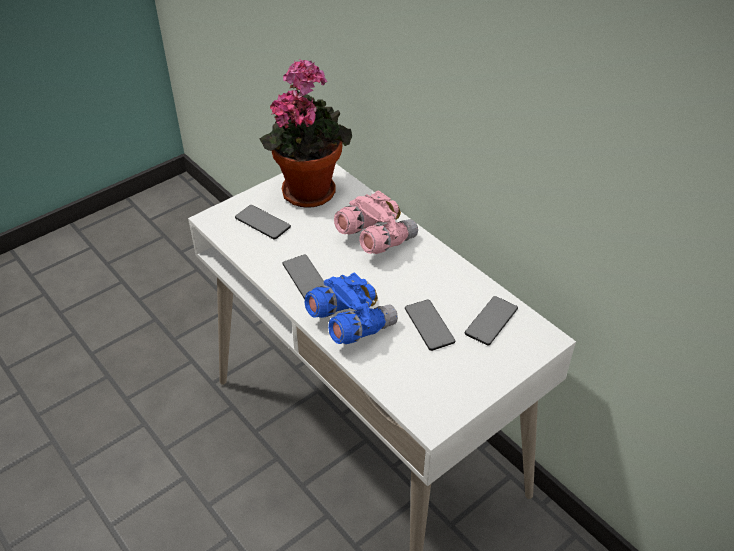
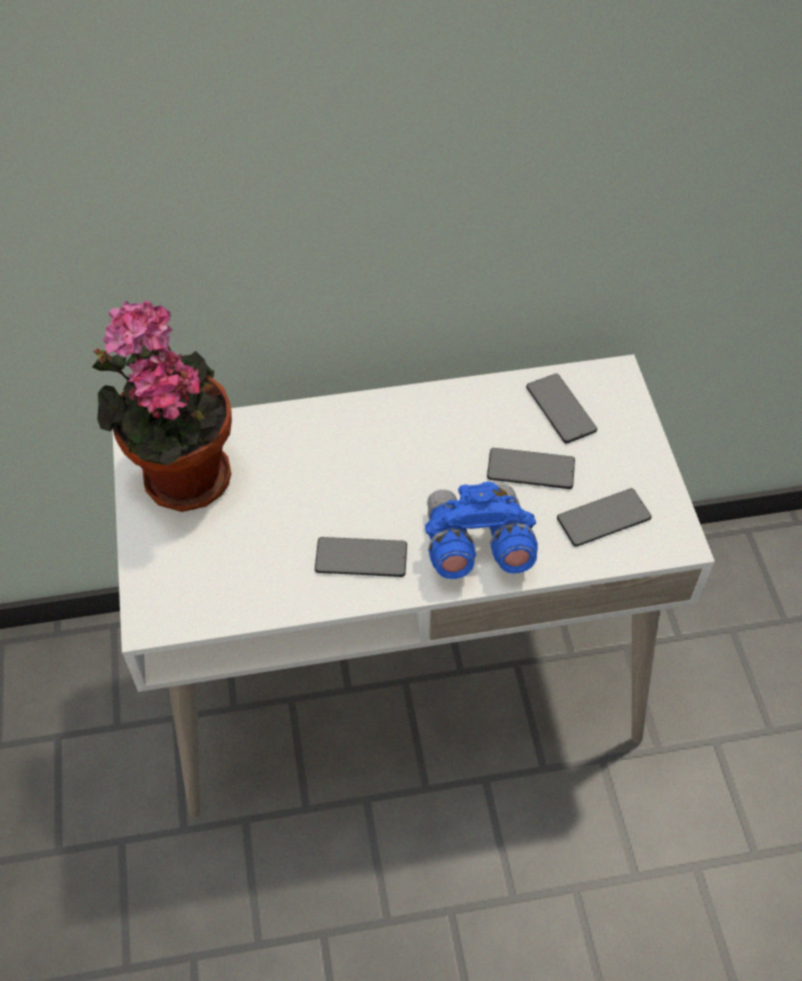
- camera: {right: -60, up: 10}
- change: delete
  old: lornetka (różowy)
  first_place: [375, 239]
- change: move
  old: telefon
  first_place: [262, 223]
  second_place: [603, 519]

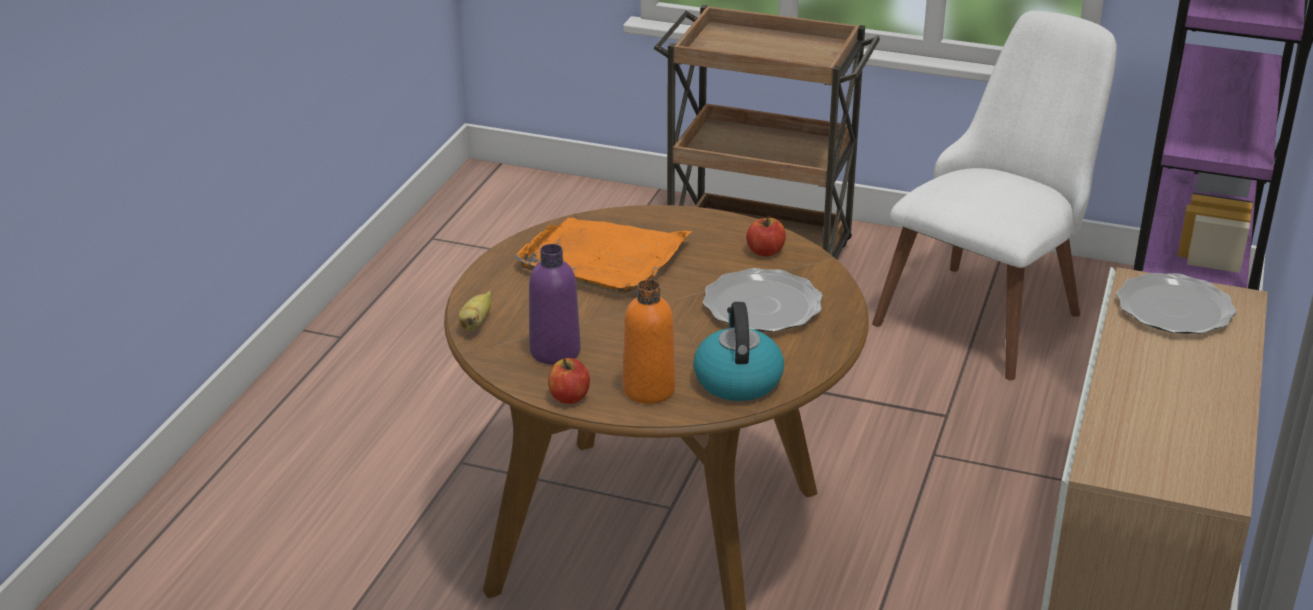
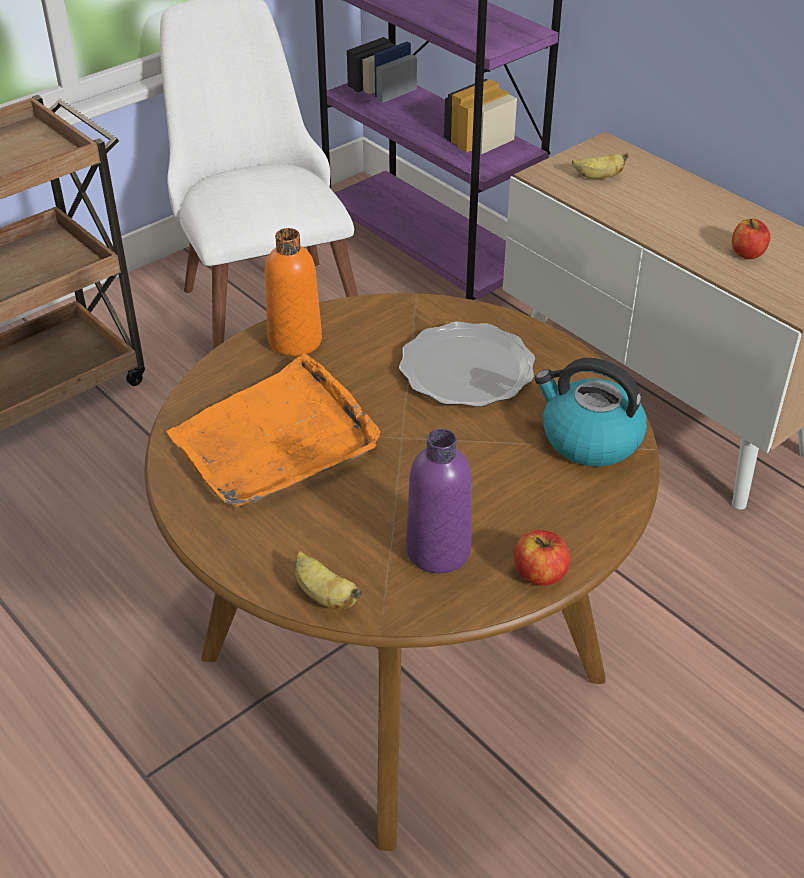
- camera: {right: -60, up: 10}
- change: move
  old: jabłko
  first_place: [765, 251]
  second_place: [747, 253]
- change: replace
  old: talerz
  new: banan
  first_place: [1175, 309]
  second_place: [598, 177]
- change: move
  old: butelka (pomarańczowy)
  first_place: [649, 390]
  second_place: [295, 341]

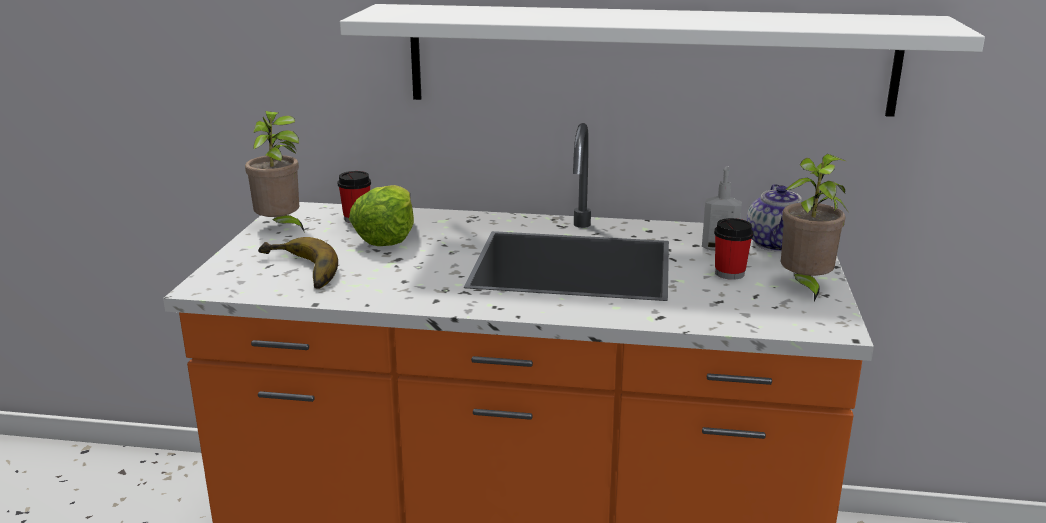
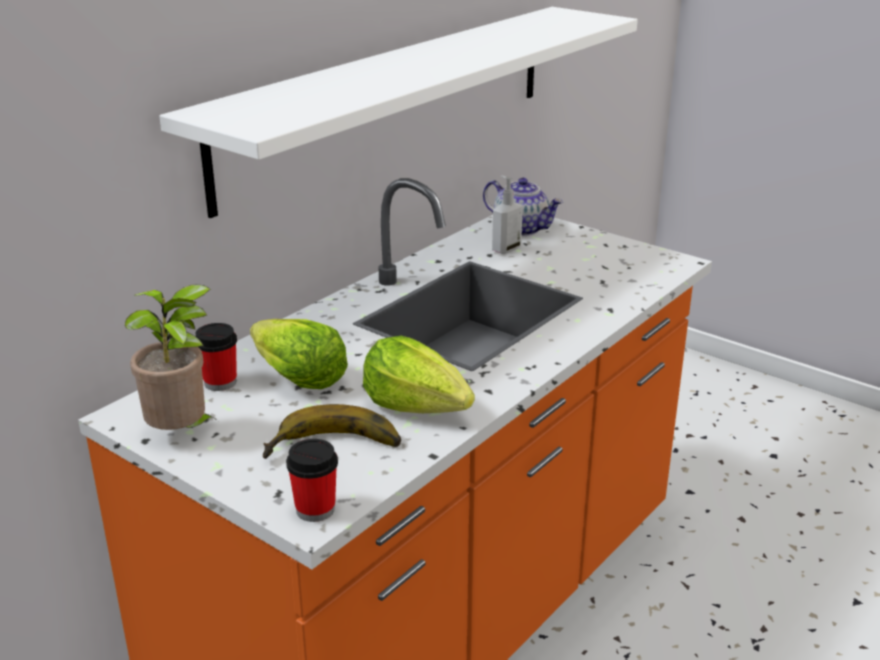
- camera: {right: -60, up: 5}
- change: delete
  old: roślina doniczkowa
  first_place: [804, 287]
- change: move
  old: filiżanka
  first_place: [729, 273]
  second_place: [315, 509]
- change: insert
  new: sałata
  second_place: [417, 406]

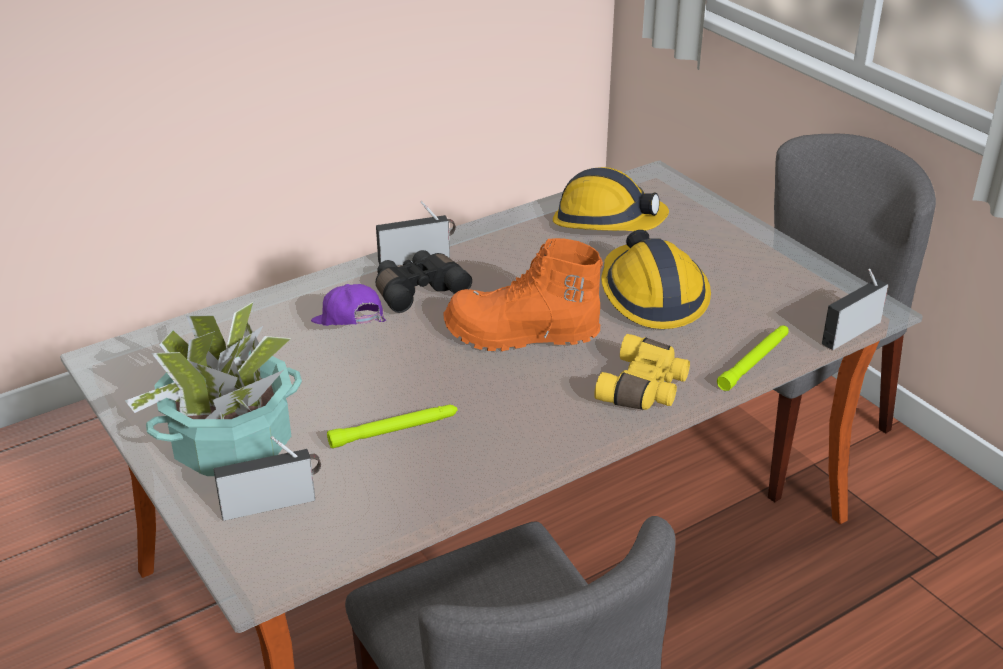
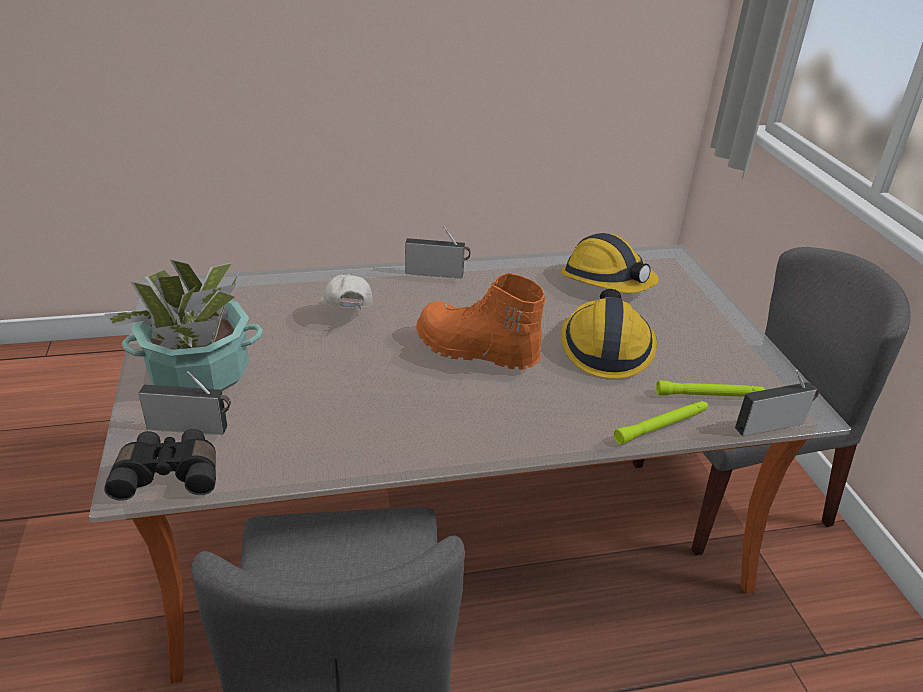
- camera: {right: 20, up: 0}
- change: move
  old: lornetka (czarny)
  first_place: [418, 290]
  second_place: [169, 474]
- change: recolor
  old: czapka z daszkiem (fioletowy)
  new: czapka z daszkiem (biały)
  first_place: [350, 333]
  second_place: [347, 315]
- change: delete
  old: lornetka (żółty)
  first_place: [645, 388]
- change: move
  old: latarka (zielony)
  first_place: [394, 430]
  second_place: [710, 395]

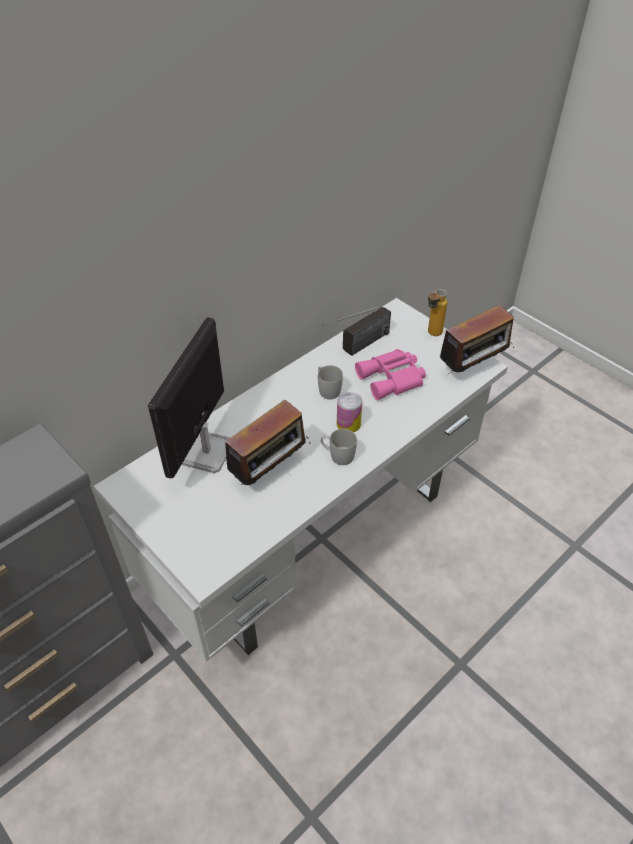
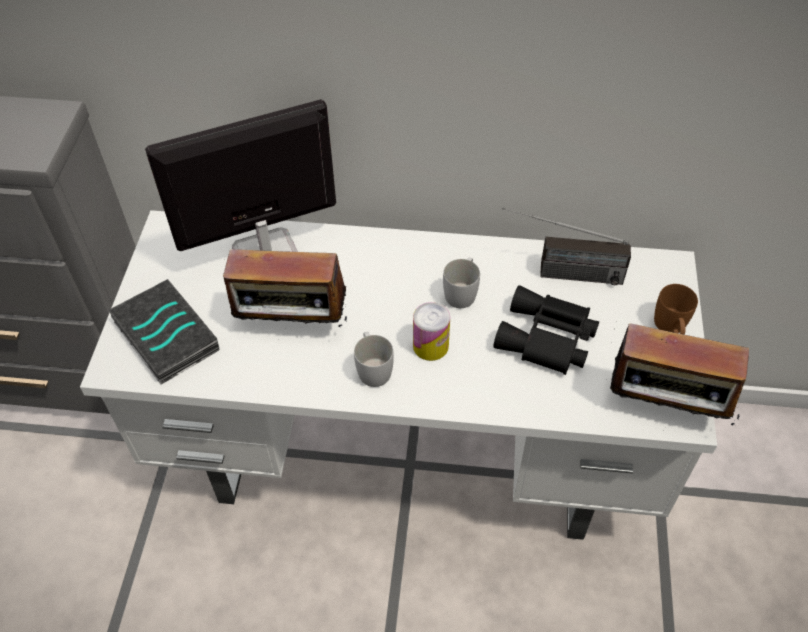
- camera: {right: 50, up: 5}
- change: replace
  old: butelka
  new: kubek (brązowy)
  first_place: [431, 335]
  second_place: [671, 328]
- change: recolor
  old: lornetka (różowy)
  new: lornetka (czarny)
  first_place: [392, 379]
  second_place: [547, 340]
- change: insert
  new: książka
  second_place: [164, 336]

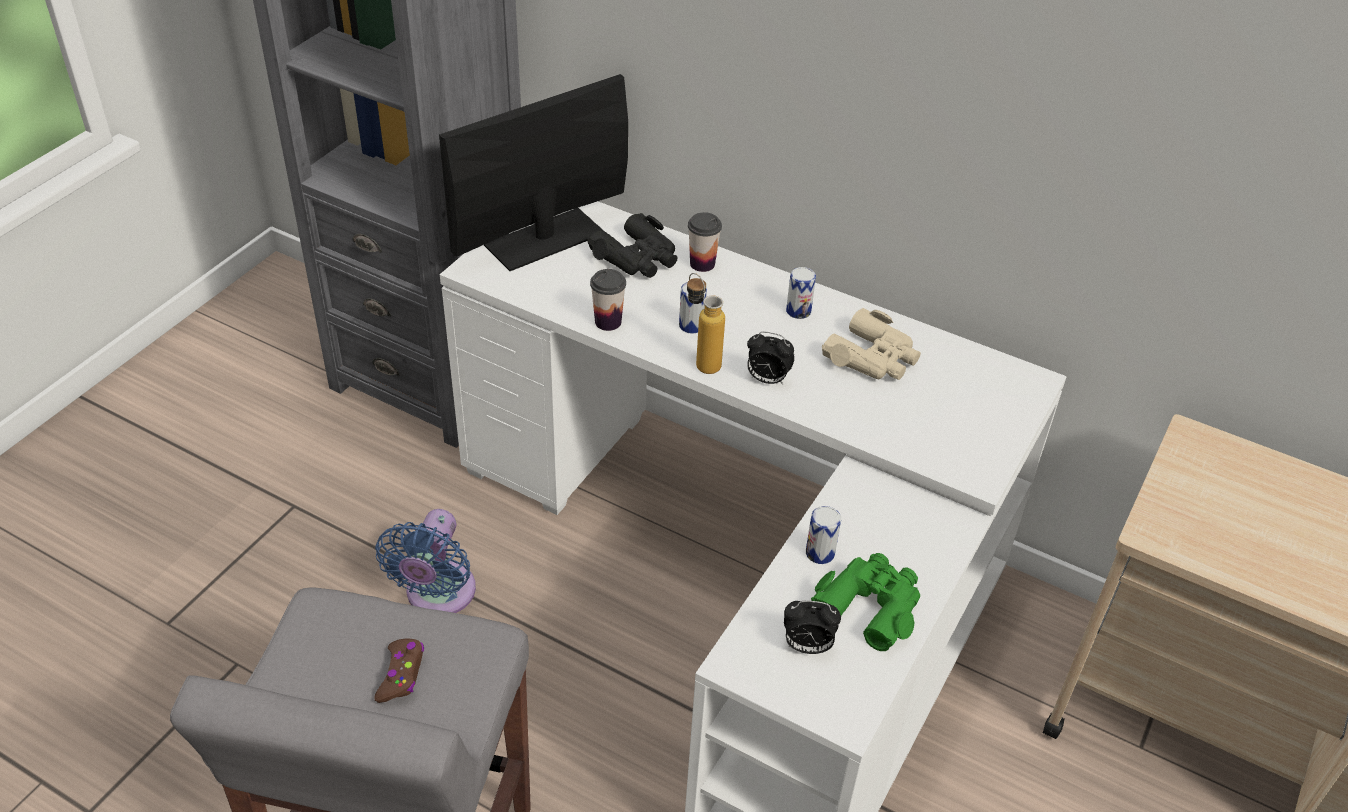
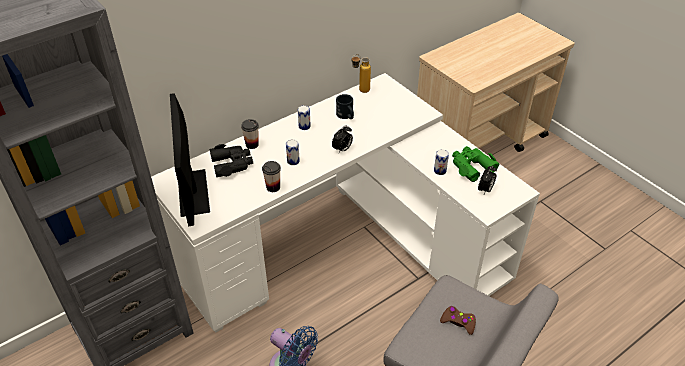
- camera: {right: -65, up: 0}
- change: move
  old: butelka
  first_place: [701, 361]
  second_place: [360, 91]
- change: replace
  old: lornetka (beżowy)
  new: kubek (czarny)
  first_place: [872, 357]
  second_place: [346, 116]

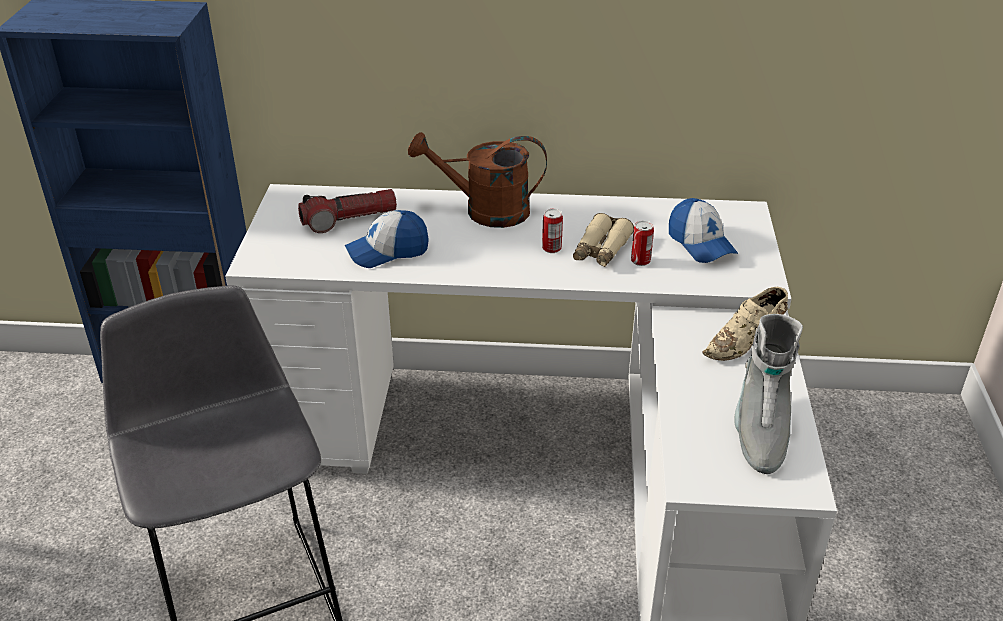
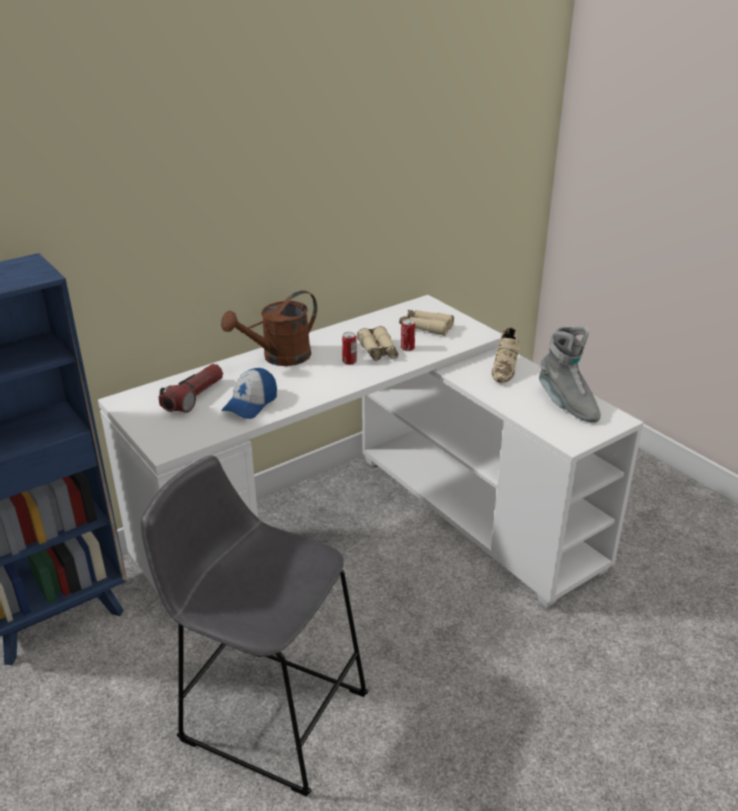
- camera: {right: -40, up: -5}
- change: replace
  old: czapka z daszkiem
  new: lornetka (beżowy)
  first_place: [701, 243]
  second_place: [426, 327]

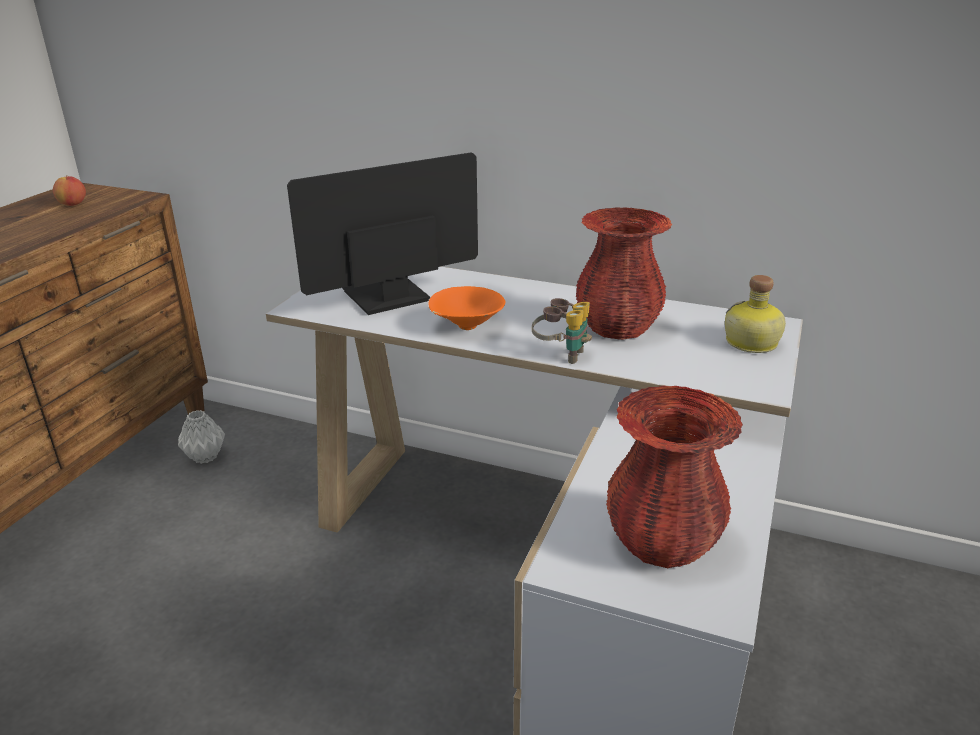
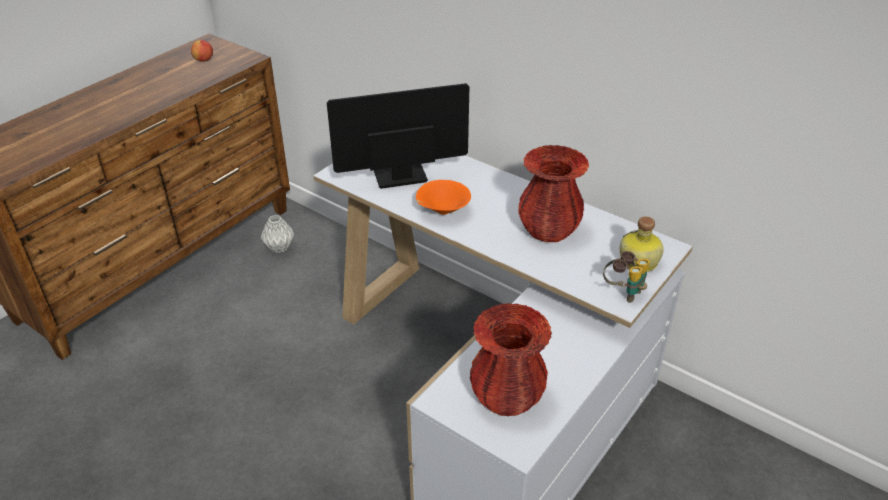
- camera: {right: 15, up: 10}
- change: move
  old: lornetka
  first_place: [561, 354]
  second_place: [623, 291]

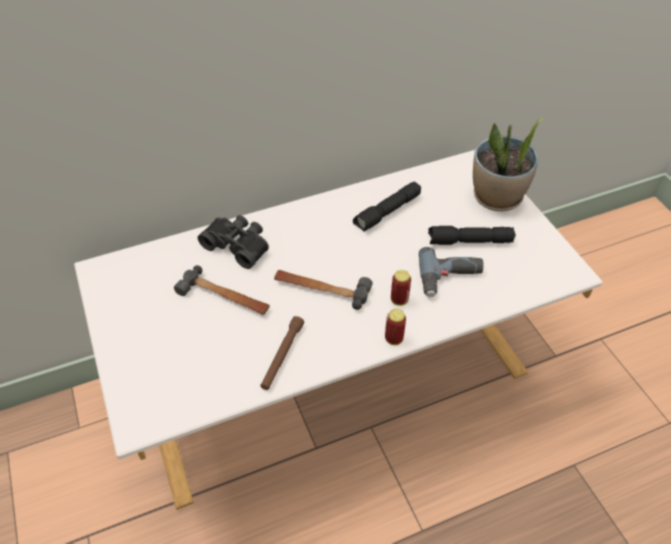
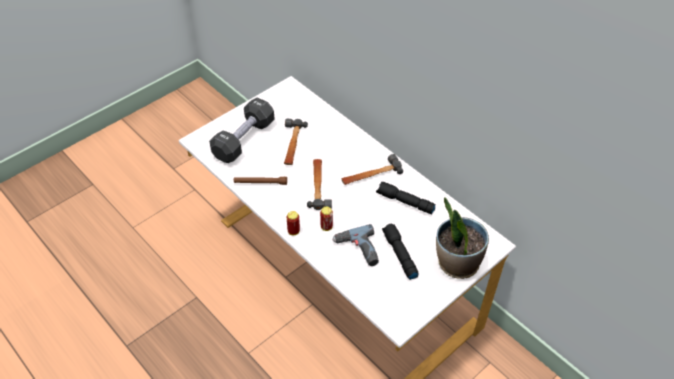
- camera: {right: 70, up: 0}
- change: delete
  old: lornetka (czarny)
  first_place: [238, 245]
- change: insert
  new: hantel (czarny)
  second_place: [244, 140]
- change: insert
  new: młotek
  second_place: [371, 175]

